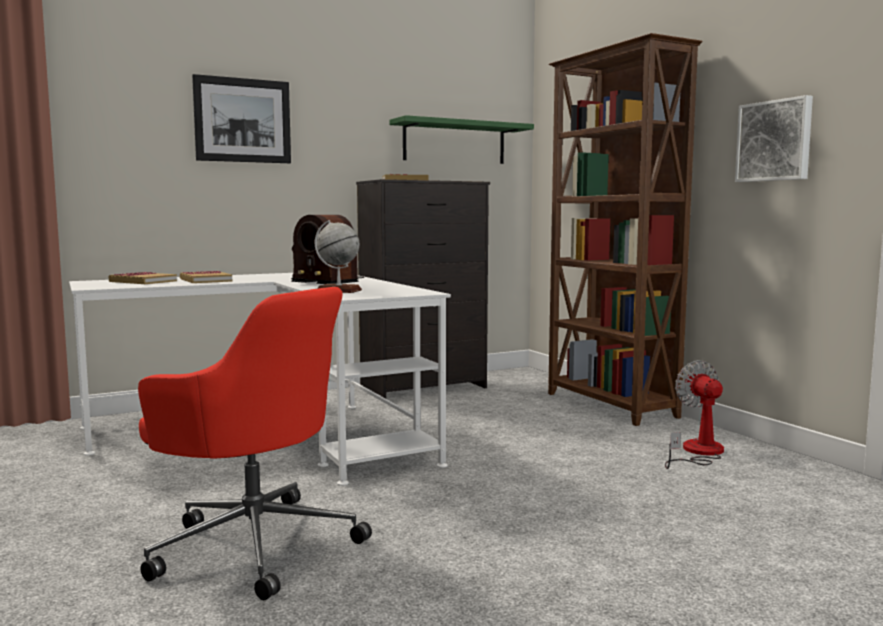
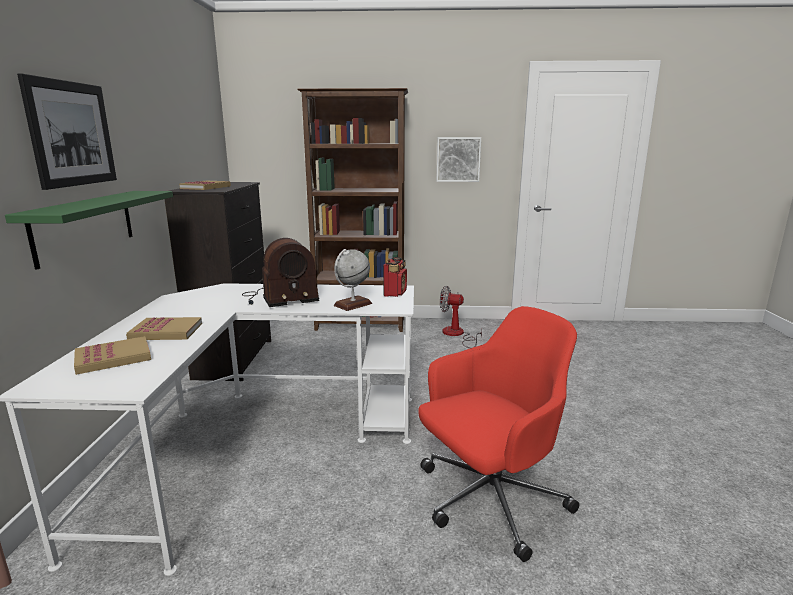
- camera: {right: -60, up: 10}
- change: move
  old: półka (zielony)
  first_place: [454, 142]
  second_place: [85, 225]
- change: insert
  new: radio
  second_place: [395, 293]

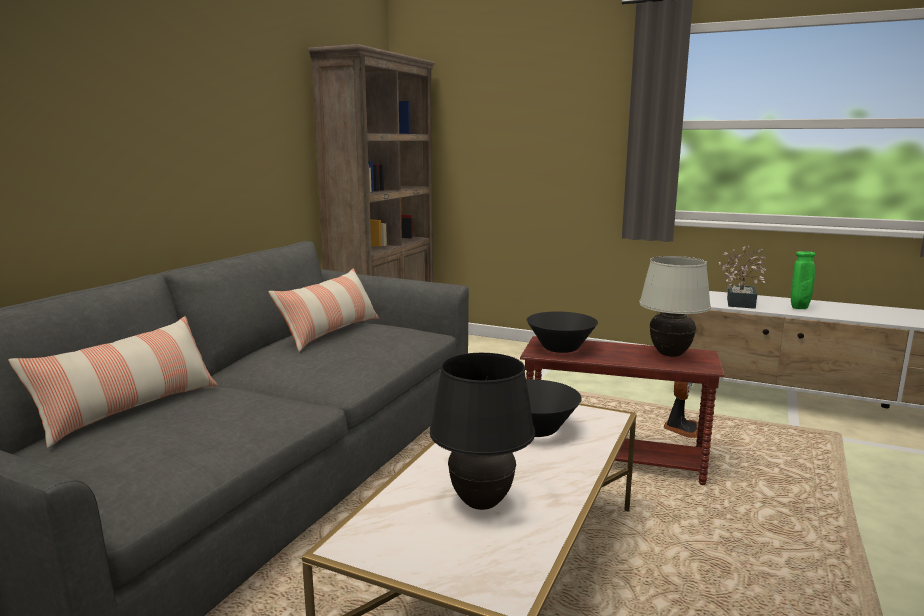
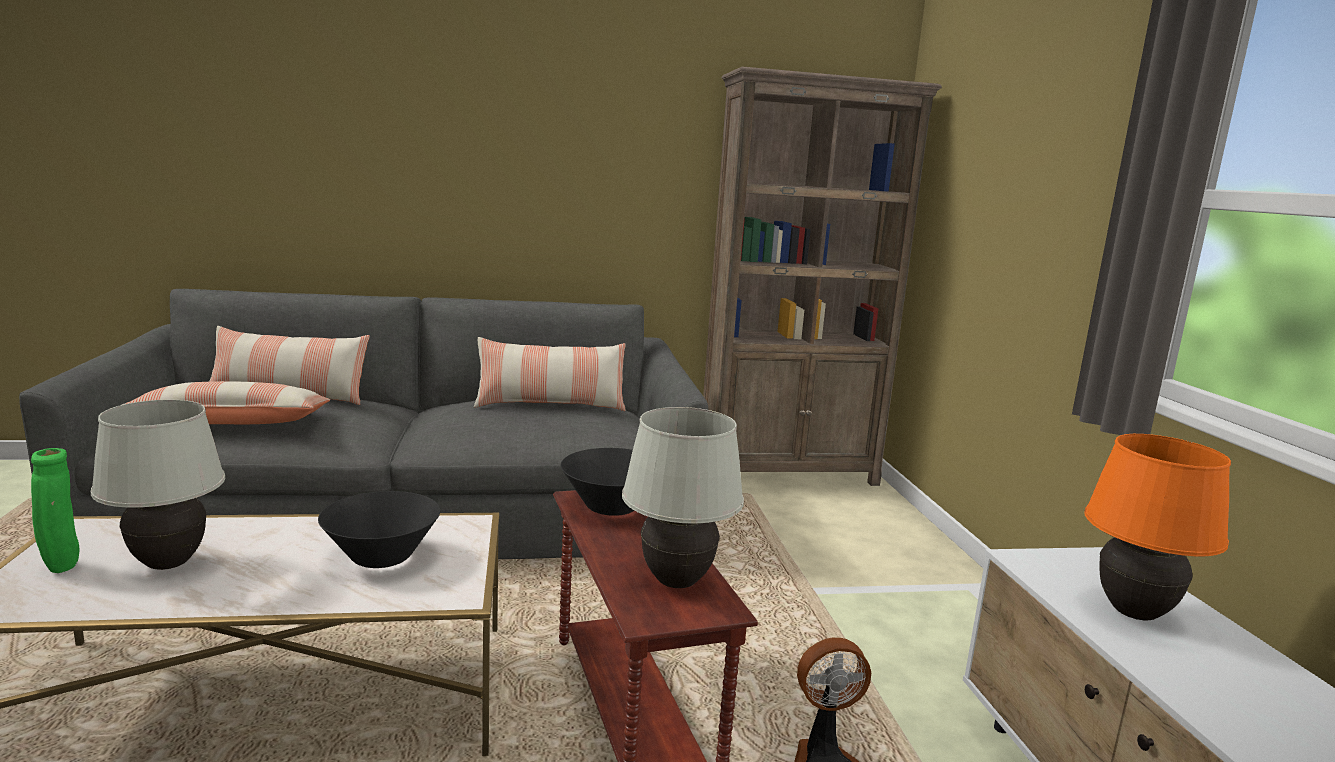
- camera: {right: 55, up: 0}
- change: replace
  old: roślina doniczkowa
  new: lampa stołowa (pomarańczowy)
  first_place: [741, 302]
  second_place: [1134, 613]
- change: move
  old: wazon (zielony)
  first_place: [799, 309]
  second_place: [61, 568]
- change: recolor
  old: lampa stołowa (czarny)
  new: lampa stołowa (biały)
  first_place: [481, 504]
  second_place: [167, 564]
- change: insert
  new: poduszka
  second_place: [233, 423]

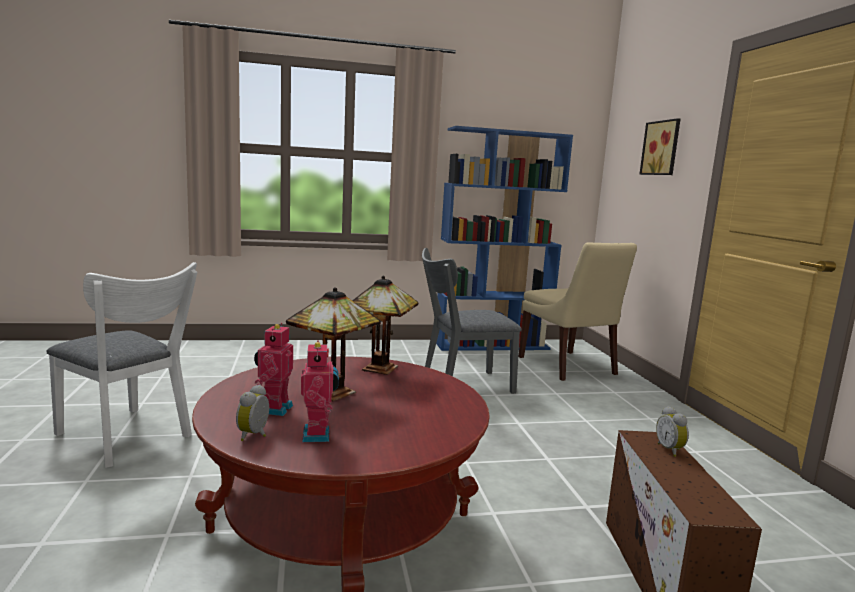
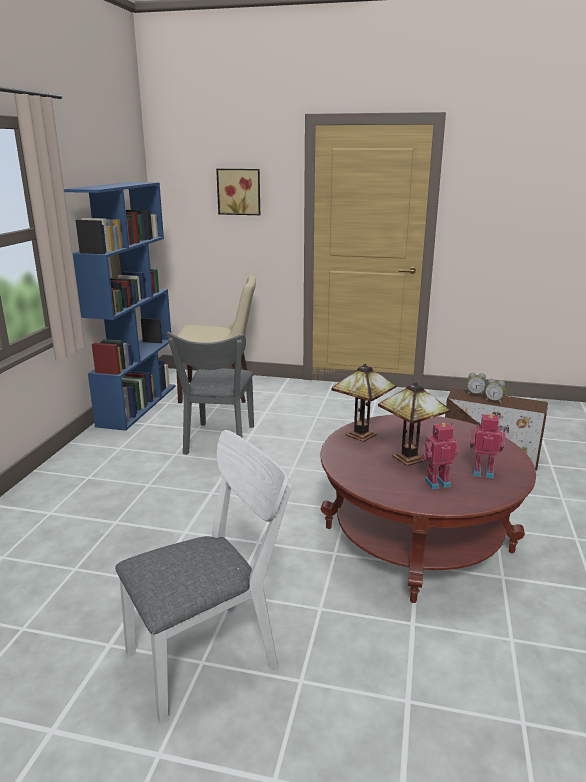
- camera: {right: -65, up: 10}
- change: rotate
  old: robot zabawkowy
  first_place: [274, 409]
  second_place: [436, 482]
  degrees: 135
- change: move
  old: budzik
  first_place: [255, 435]
  second_place: [494, 401]

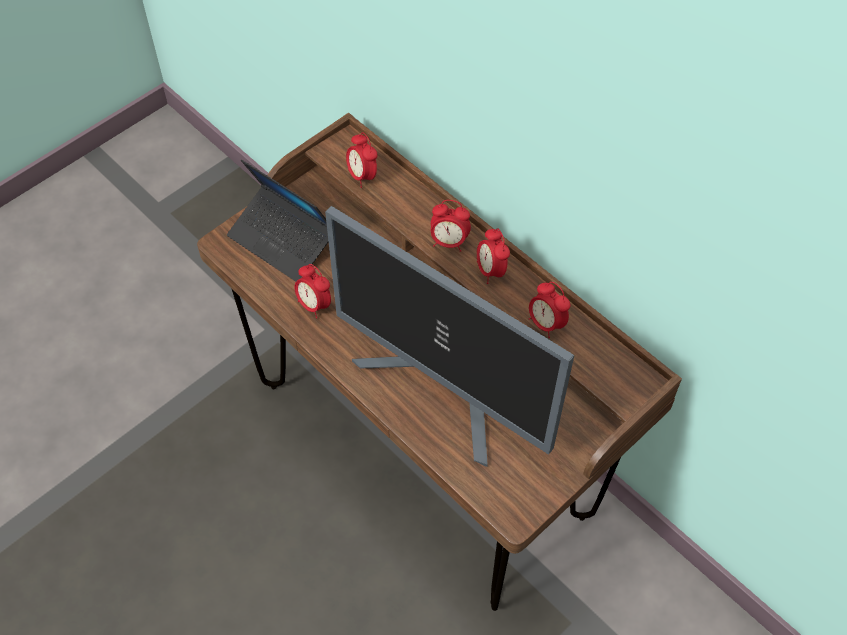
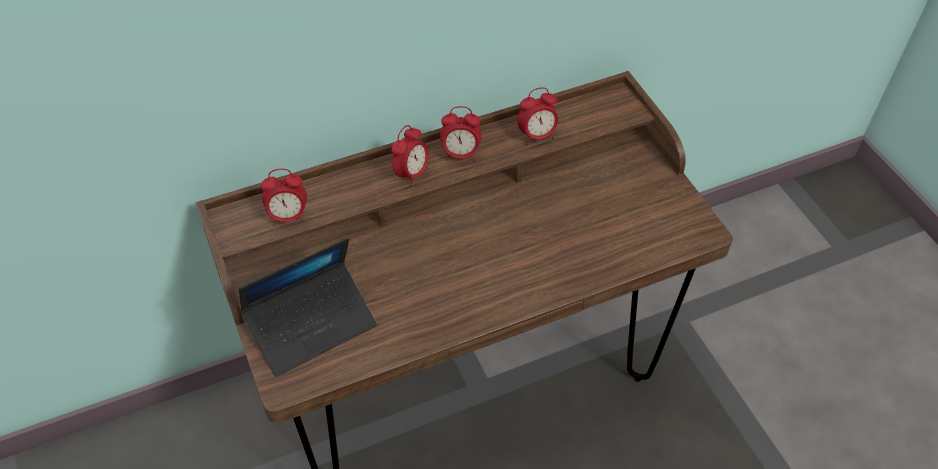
- camera: {right: -70, up: -5}
- change: delete
  old: monitor
  first_place: [445, 391]
- change: delete
  old: budzik
  first_place: [314, 305]

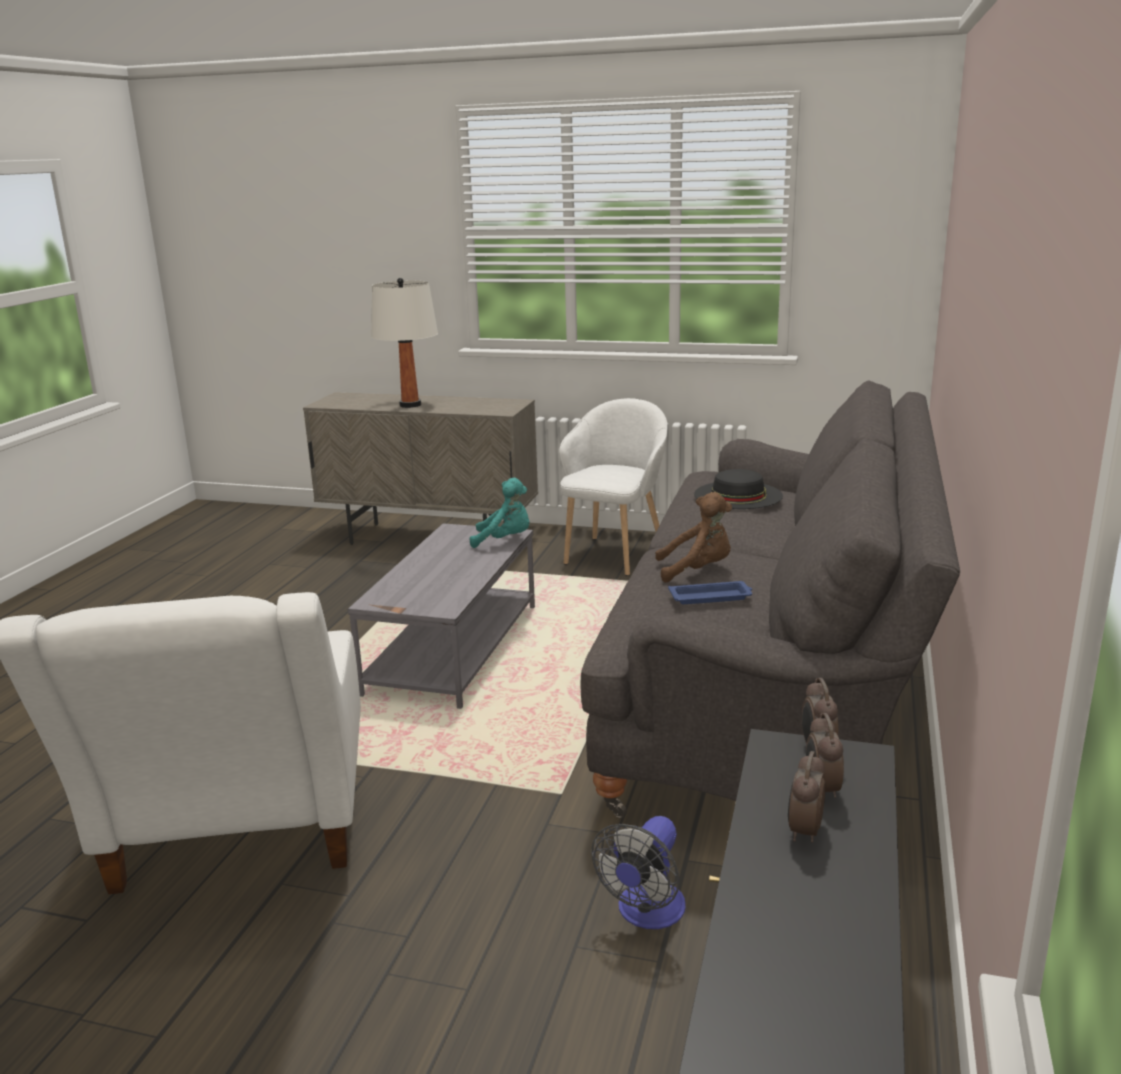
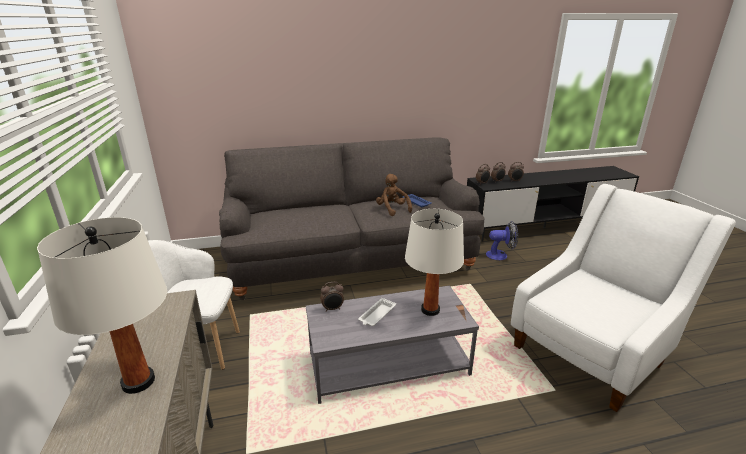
- camera: {right: -120, up: 5}
- change: delete
  old: kapelusz (czarny)
  first_place: [738, 495]
- change: replace
  old: pluszak (turkusowy)
  new: budzik
  first_place: [505, 540]
  second_place: [332, 309]
- change: insert
  new: lampa stołowa (biały)
  second_place: [430, 310]
- change: insert
  new: taca (biały)
  second_place: [377, 315]

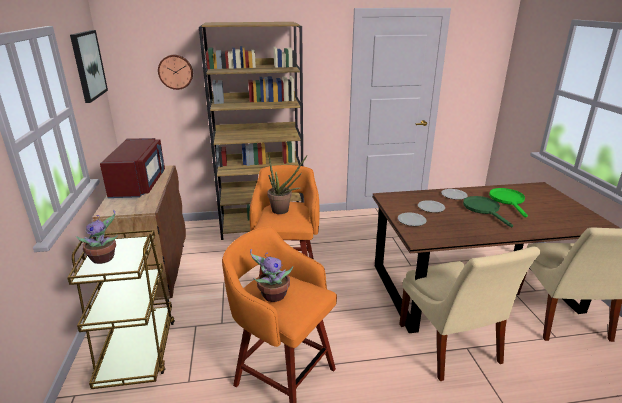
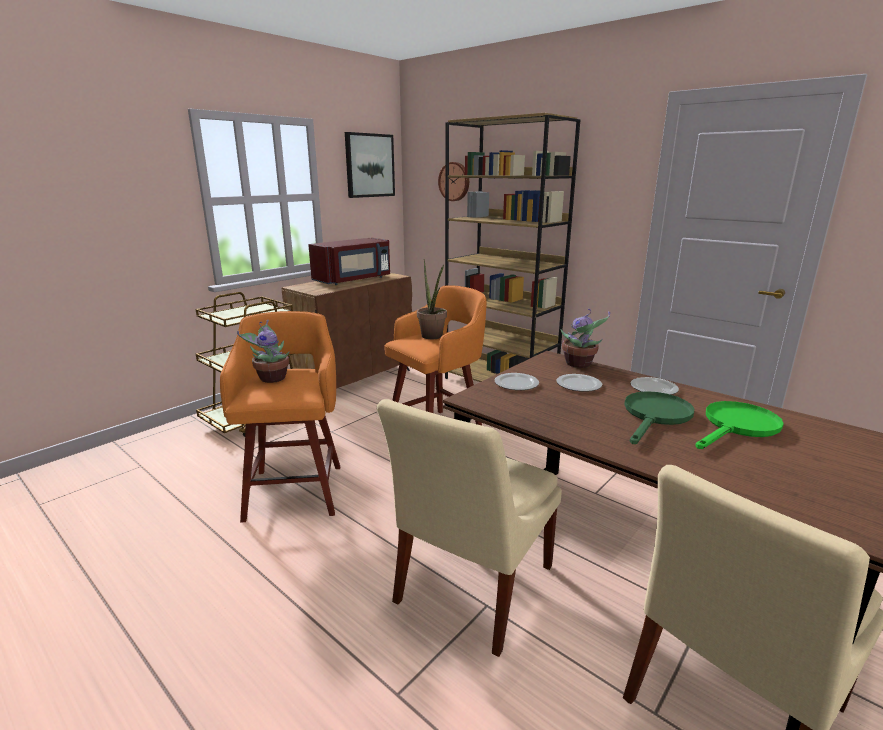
- camera: {right: 50, up: -5}
- change: move
  old: roślina doniczkowa
  first_place: [104, 258]
  second_place: [579, 364]

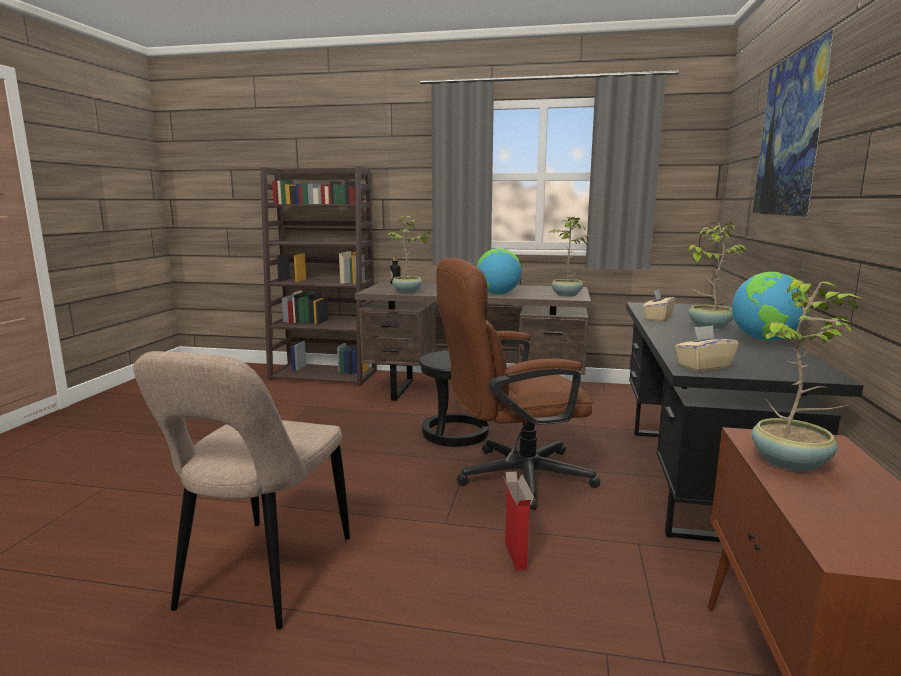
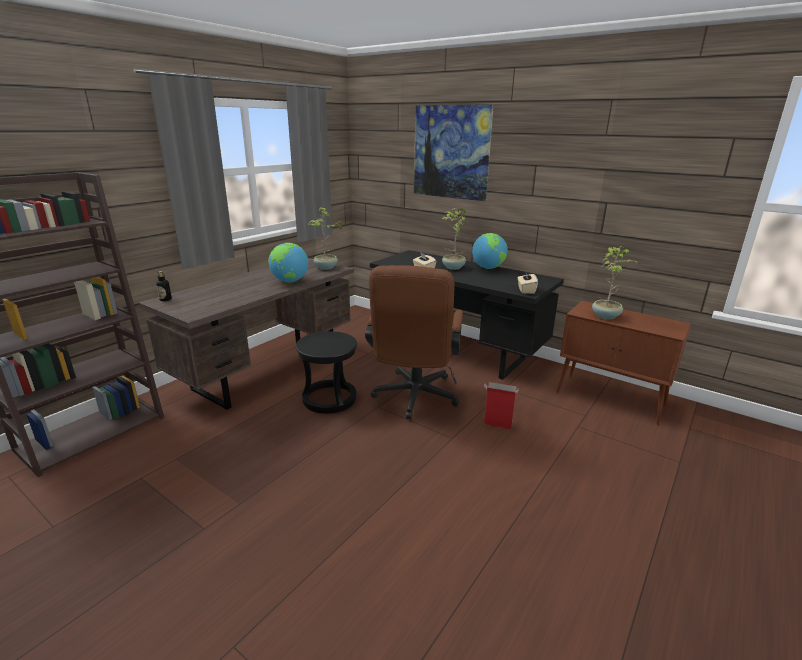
- camera: {right: -65, up: 10}
- change: delete
  old: roślina doniczkowa
  first_place: [408, 291]
- change: delete
  old: krzesło (beżowy)
  first_place: [262, 577]

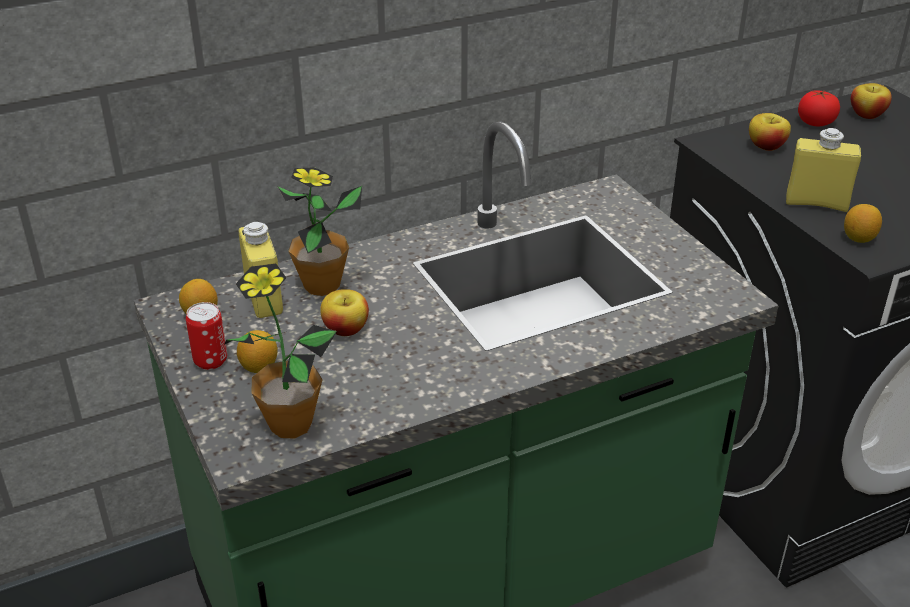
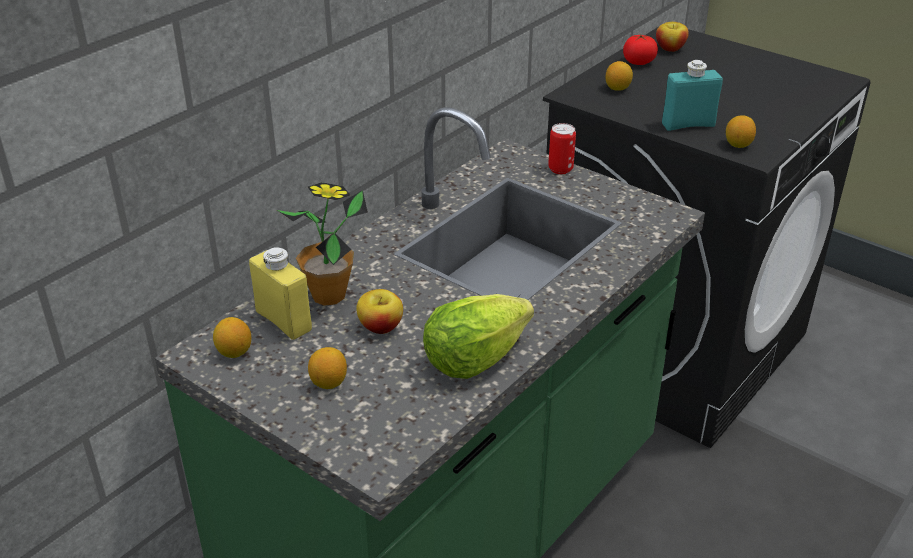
- camera: {right: -25, up: 0}
- change: replace
  old: jabłko
  new: cytryna
  first_place: [766, 146]
  second_place: [617, 88]
- change: recolor
  old: butelka (żółty)
  new: butelka (turkusowy)
  first_place: [816, 203]
  second_place: [688, 125]
- change: delete
  old: roślina doniczkowa
  first_place: [290, 424]
- change: move
  old: puszka
  first_place: [210, 361]
  second_place: [560, 169]
- change: insert
  new: sałata
  second_place: [474, 359]

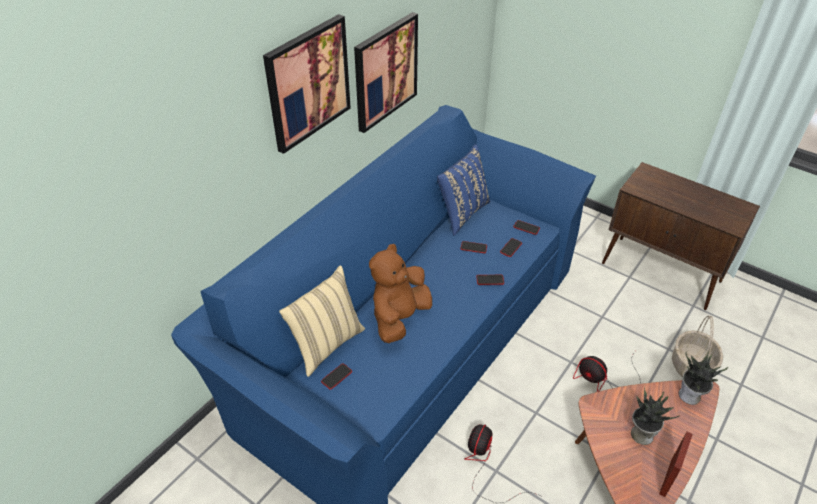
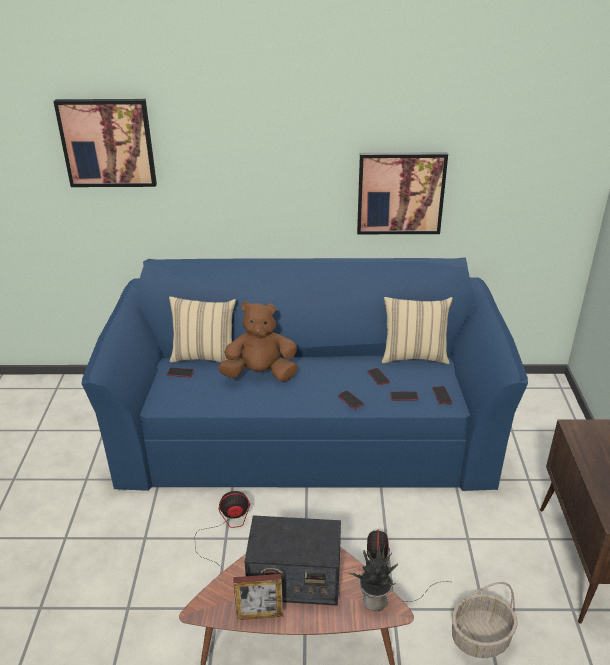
- camera: {right: 55, up: -10}
- change: move
  old: obraz
  first_place: [308, 83]
  second_place: [107, 143]
- change: recolor
  old: poduszka (niebieski)
  new: poduszka (beżowy)
  first_place: [462, 213]
  second_place: [414, 356]
- change: replace
  old: roślina doniczkowa
  new: radio
  first_place: [641, 434]
  second_place: [294, 578]

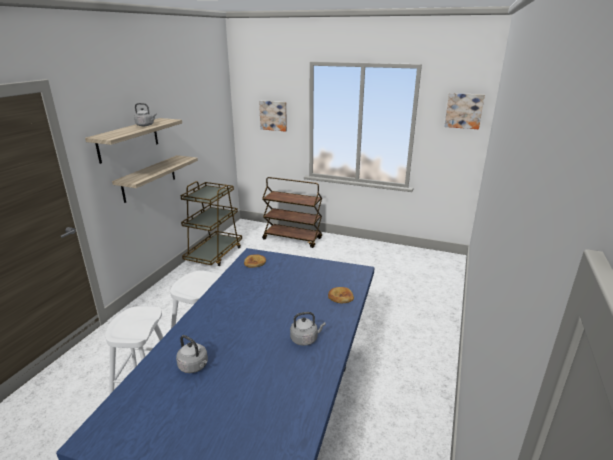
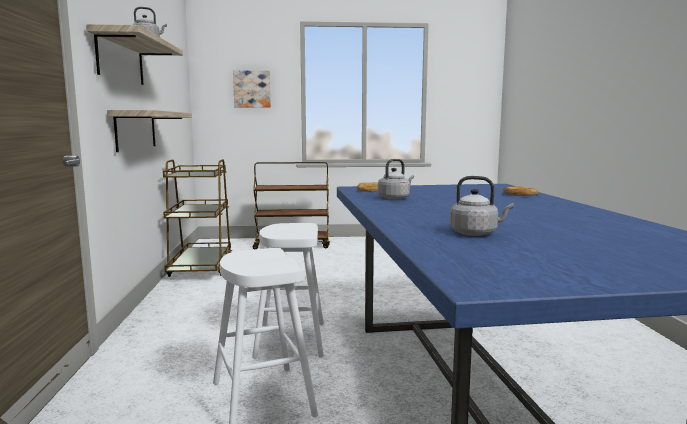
- camera: {right: -25, up: -15}
- change: delete
  old: obraz
  first_place: [464, 110]
- change: move
  old: czajnik (szary)
  first_place: [305, 339]
  second_place: [395, 198]

